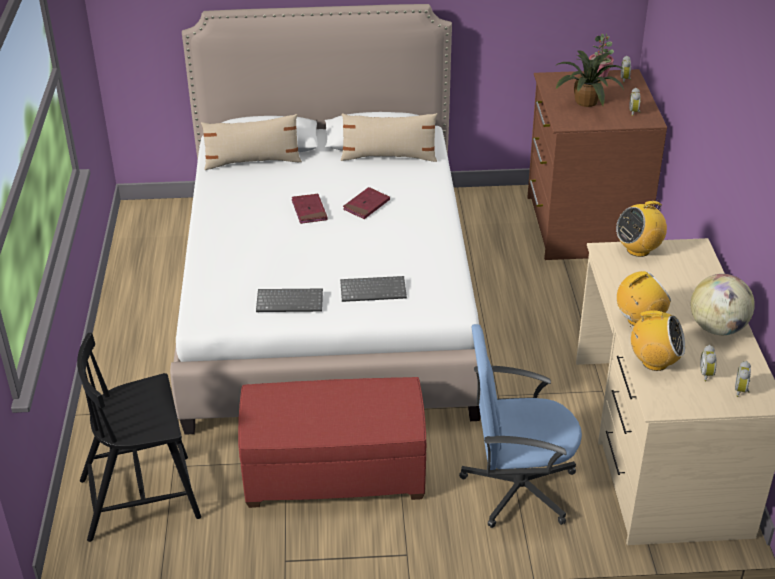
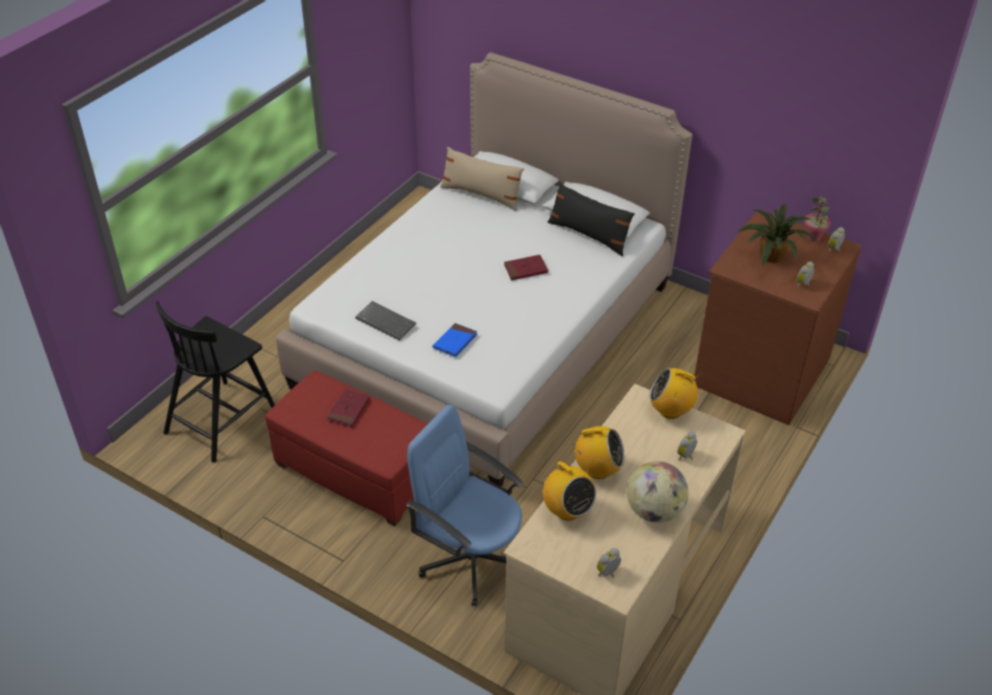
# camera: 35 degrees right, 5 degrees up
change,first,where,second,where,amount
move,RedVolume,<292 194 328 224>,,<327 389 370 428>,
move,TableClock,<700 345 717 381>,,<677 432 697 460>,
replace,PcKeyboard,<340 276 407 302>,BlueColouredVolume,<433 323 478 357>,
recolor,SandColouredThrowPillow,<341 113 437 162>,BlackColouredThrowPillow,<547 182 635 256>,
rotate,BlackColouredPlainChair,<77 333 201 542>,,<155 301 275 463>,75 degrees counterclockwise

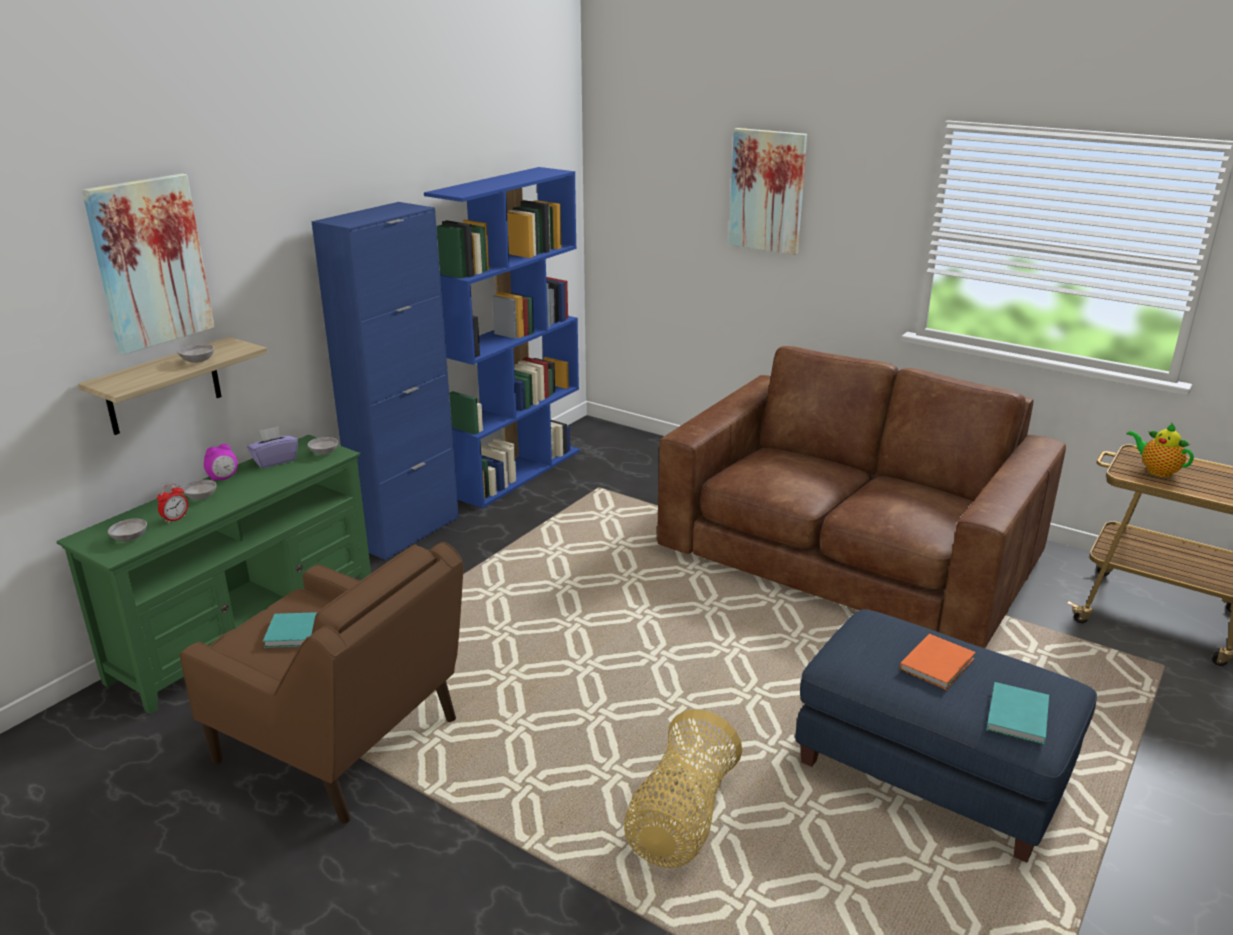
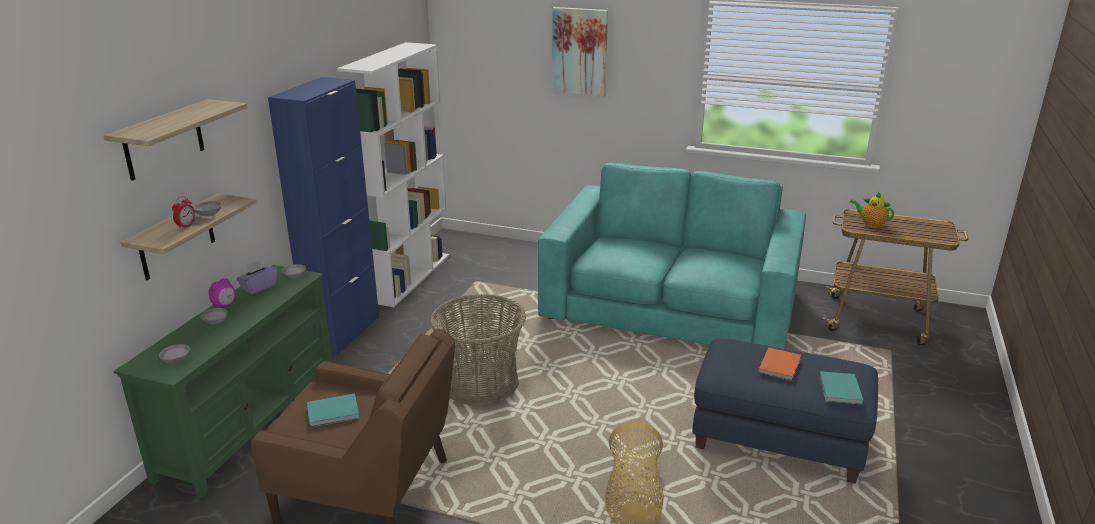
# camera: 15 degrees left, 0 degrees up
change,first,where,second,where,amount
insert,,,StorageBasket,<430 294 526 406>,
move,TableClock,<157 483 188 524>,,<172 196 195 229>,
replace,WallPicture,<82 174 215 354>,WallShelf,<104 99 248 181>,
recolor,BlueColouredShelvingUnit,<424 167 580 508>,WhiteShelvingUnit,<337 42 449 307>,
recolor,BrownSofa,<657 346 1066 648>,BlueGreenSofa,<538 163 806 349>,

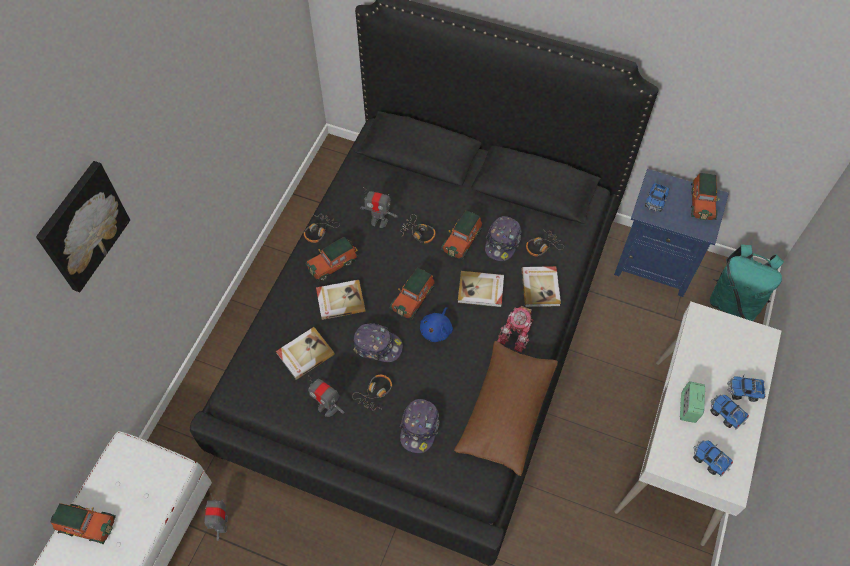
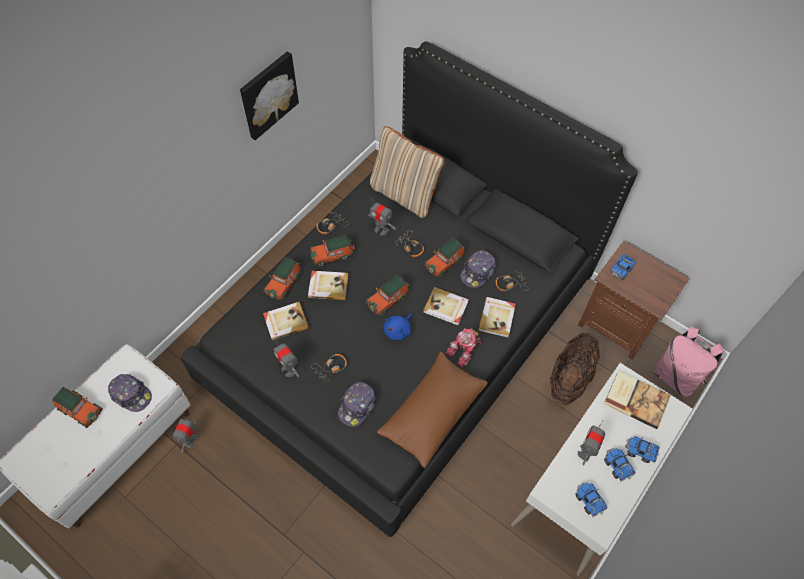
# camera: 15 degrees right, 0 degrees up
change,first,where,second,where,amount
insert,,,SandColouredThrowPillow,<370 126 445 218>,
insert,,,StorageBasket,<550 332 600 405>,
insert,,,Volume,<604 371 671 429>,
move,WallPicture,<36 161 130 292>,,<240 51 299 140>,
move,Cap,<353 323 403 362>,,<108 374 152 412>,
move,ToyCar,<691 173 720 220>,,<263 257 301 301>,
replace,TableClock,<680 381 705 423>,ModelRobot,<578 420 605 466>,
recolor,BlueColouredNightTable,<614 169 729 297>,BrownNightTable,<578 241 689 360>,
recolor,BlueGreenRucksack,<710 244 784 321>,PinkColouredRucksack,<654 327 725 397>,

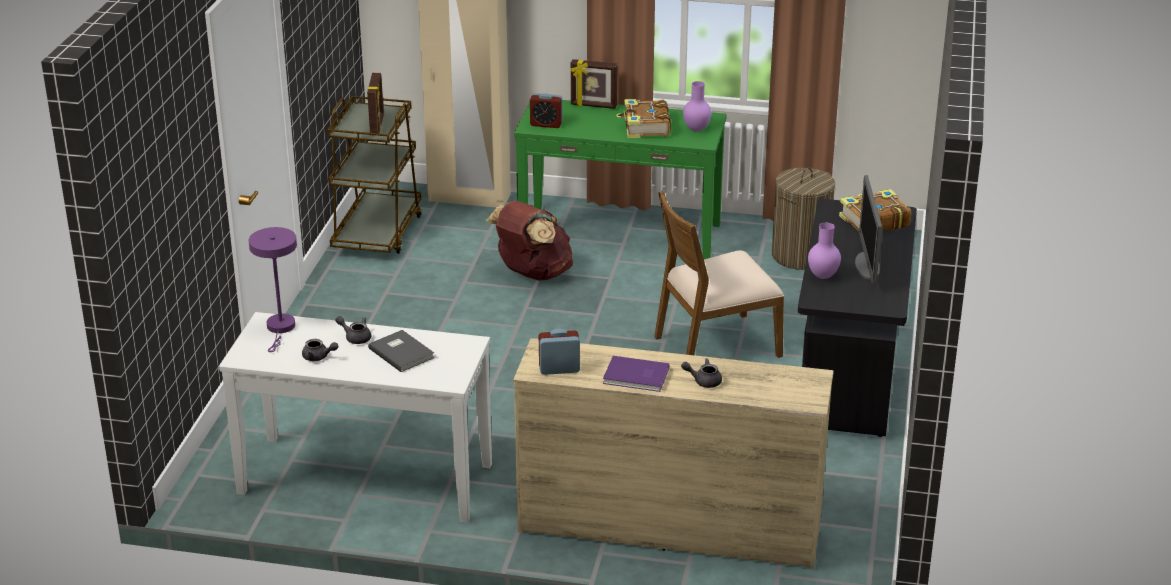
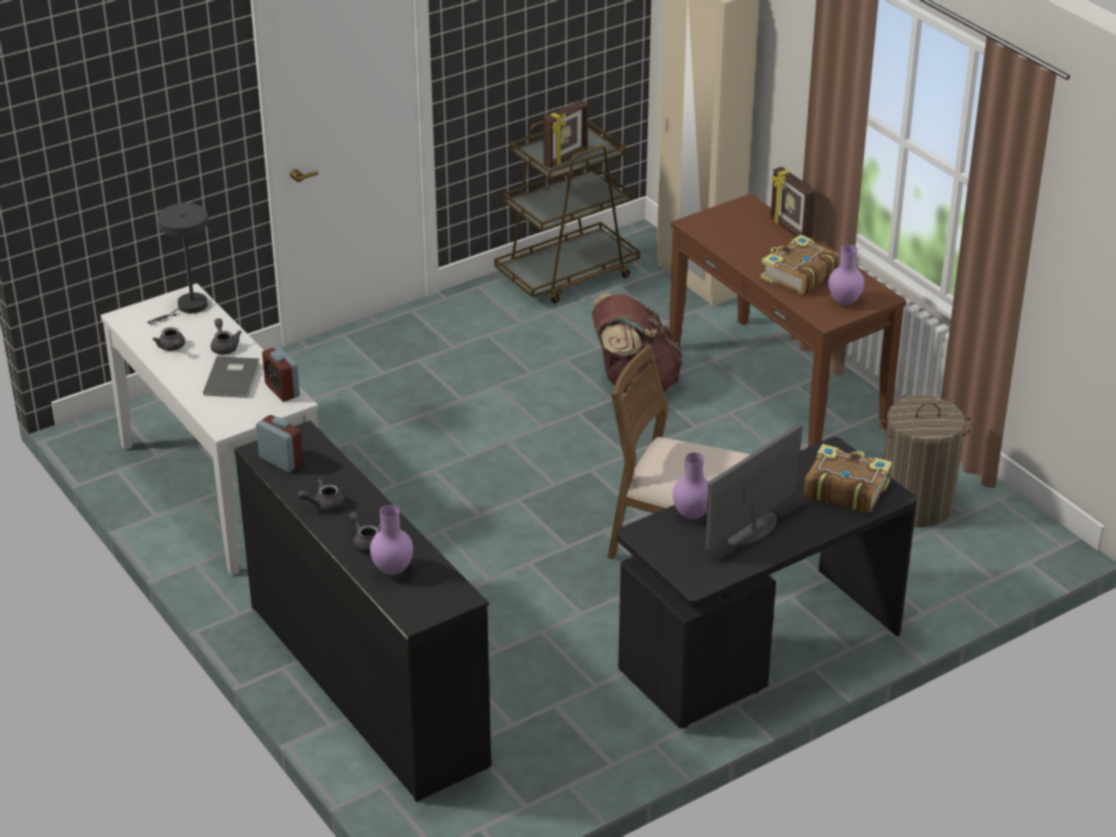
# camera: 45 degrees right, 5 degrees up
change,first,where,second,where,amount
insert,,,PurpleVase,<370 505 413 575>,
move,TableClock,<530 93 563 128>,,<262 346 300 402>,
replace,PurpleVolume,<603 356 669 392>,GreyPotForTea,<298 479 345 512>,
recolor,PurpleTabletopLamp,<249 227 297 352>,GreyTabletopLamp,<147 203 208 324>,
recolor,SandColouredDresser,<513 338 834 569>,BlackColouredDresser,<234 421 491 802>,
recolor,GreenishHallTable,<514 100 727 259>,BrownHallTable,<669 194 906 447>,

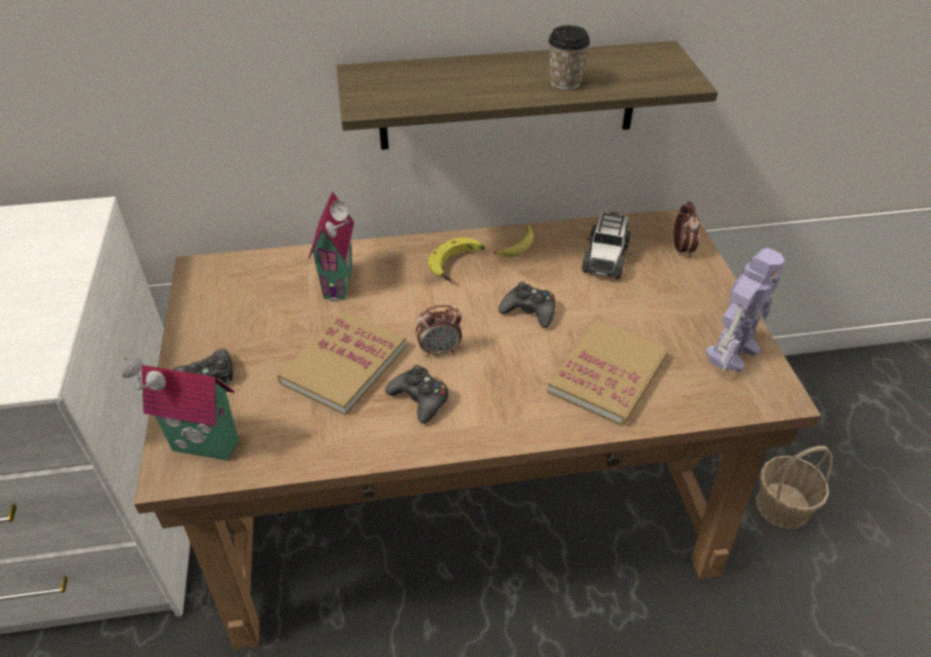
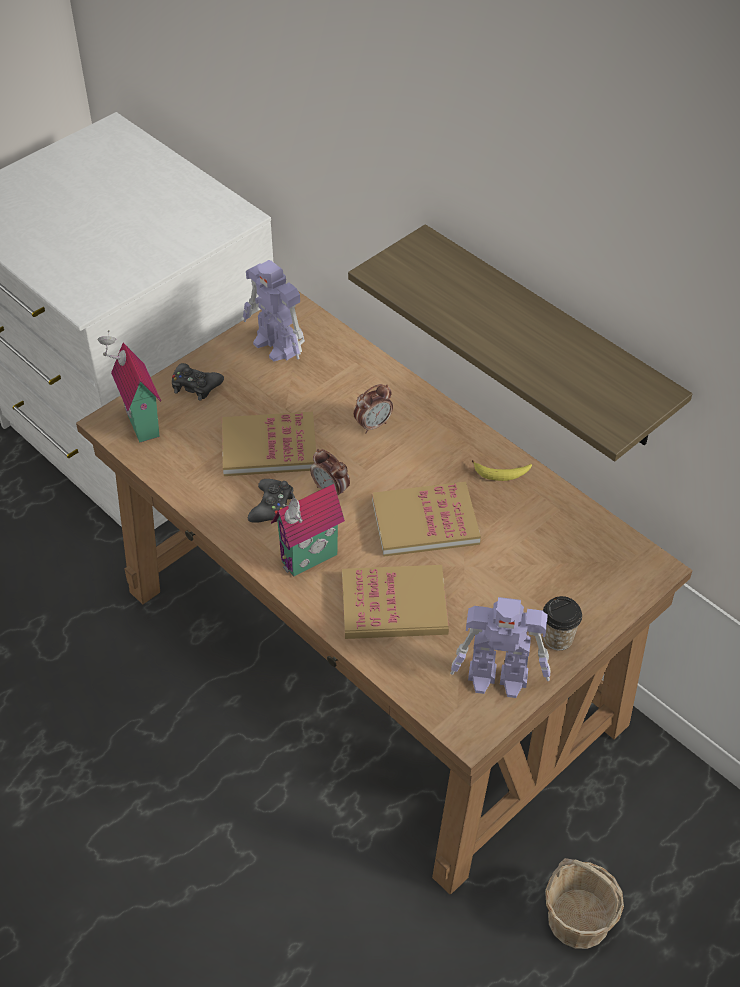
# camera: 55 degrees right, 5 degrees up
change,first,where,second,where,amount
delete,Banana,<428 238 484 281>,,,
delete,ToyCar,<582 212 631 279>,,,
insert,,,ModelRobot,<243 260 305 361>,
move,ToyHouse,<308 192 354 301>,,<271 484 345 577>,
move,Cup,<548 25 590 90>,,<543 596 582 650>,
move,TableClock,<674 201 701 257>,,<353 384 393 434>,
replace,BlackColouredJoypad,<499 282 556 328>,Volume,<372 482 481 557>,

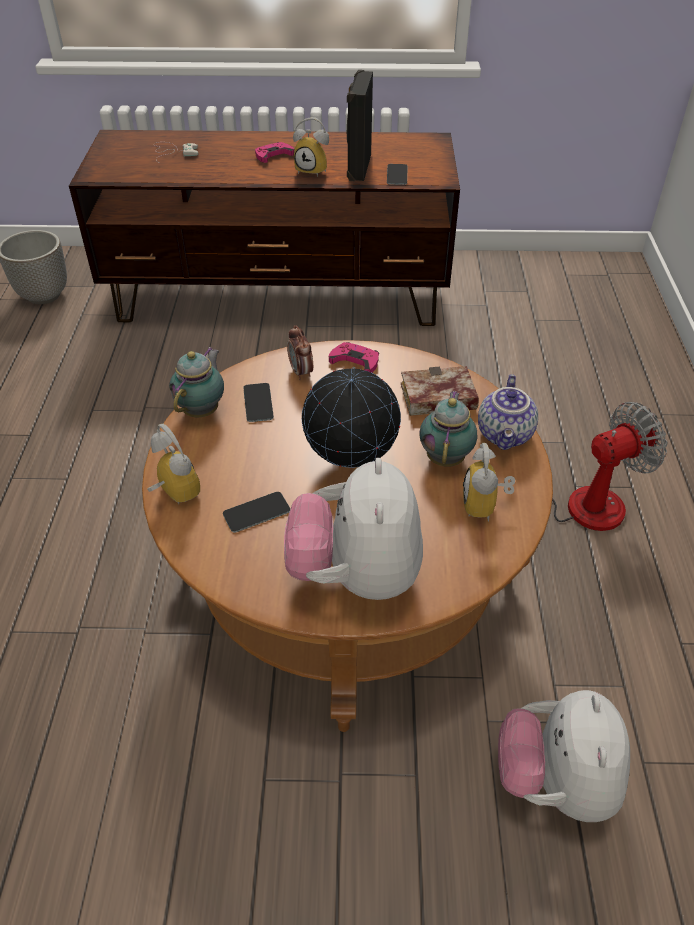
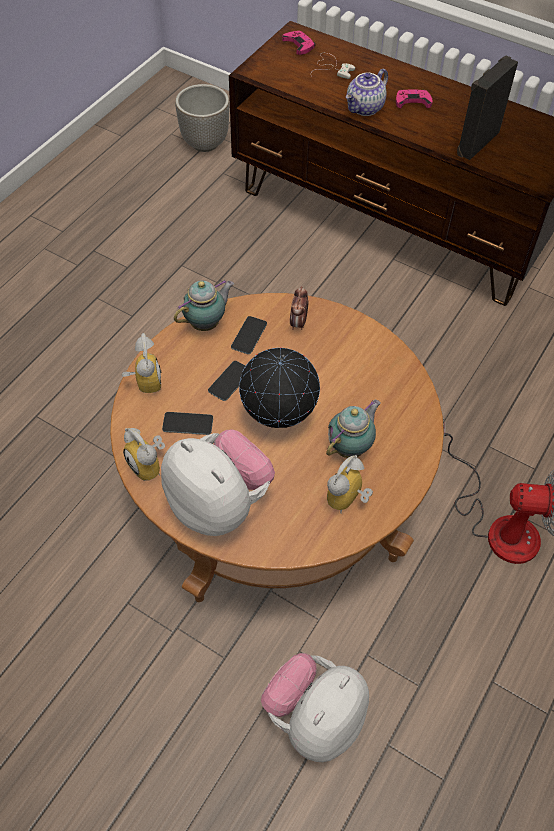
# camera: 30 degrees right, 10 degrees up
change,first,where,second,where,amount
delete,Volume,<401 366 479 416>,,,
move,TableClock,<293 117 329 177>,,<123 428 165 481>,
move,PinkColouredJoypad,<329 342 379 373>,,<282 31 315 55>,
move,Handset,<387 164 408 185>,,<208 361 245 401>,
move,PotForTea,<478 374 538 450>,,<346 68 388 116>,
rotate,PlushToy,<284 458 423 600>,,<161 429 275 536>,105 degrees clockwise

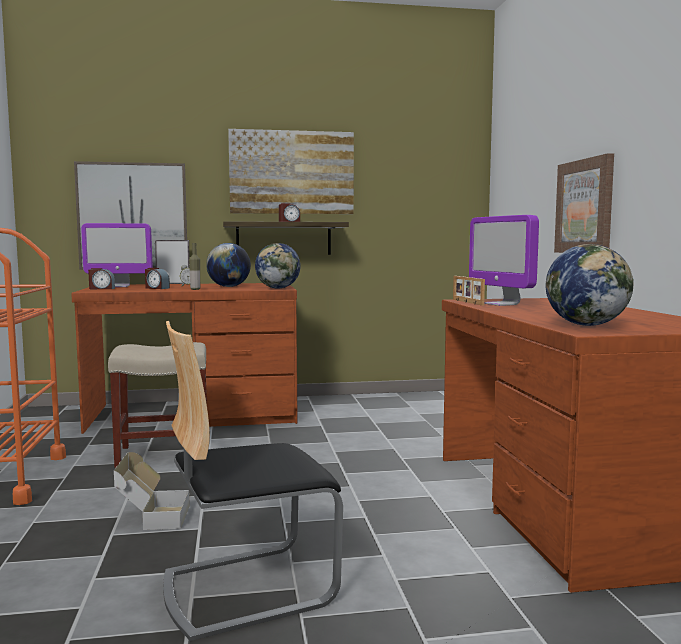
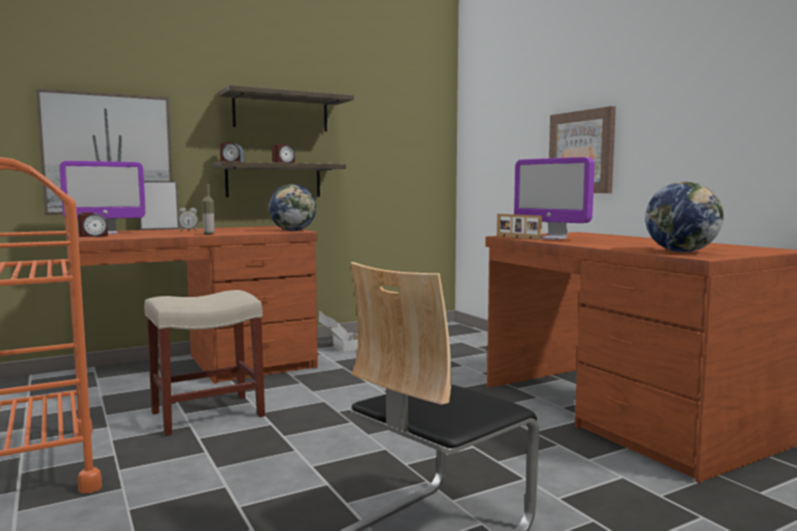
# camera: 20 degrees left, 0 degrees up
change,first,where,second,where,amount
delete,WorldGlobe,<206 243 251 287>,,,
move,CardboardBox,<114 452 190 530>,,<319 311 358 352>,
move,TableClock,<145 268 170 289>,,<220 142 244 162>,
replace,WallPicture,<228 129 354 214>,WallShelf,<219 85 354 132>,

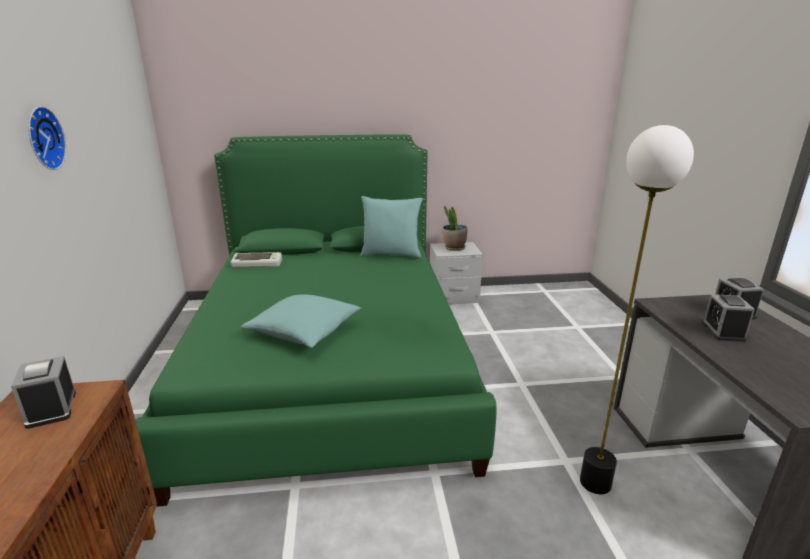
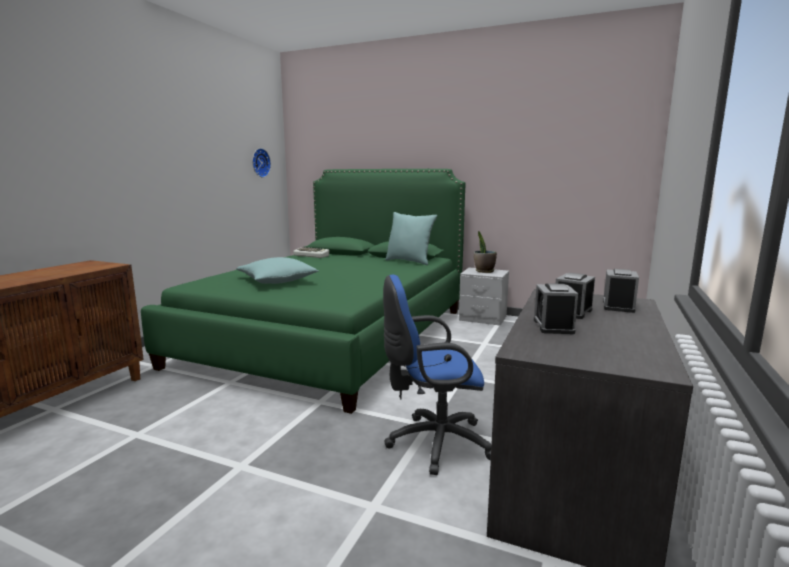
# camera: 30 degrees right, 10 degrees down
change,first,where,second,where,amount
move,TableClock,<11 356 76 429>,,<534 283 578 334>,
move,WallClock,<28 106 66 170>,,<252 148 271 177>,
replace,StandardLamp,<580 125 694 494>,BlueColouredOfficeChair,<383 275 491 475>,

